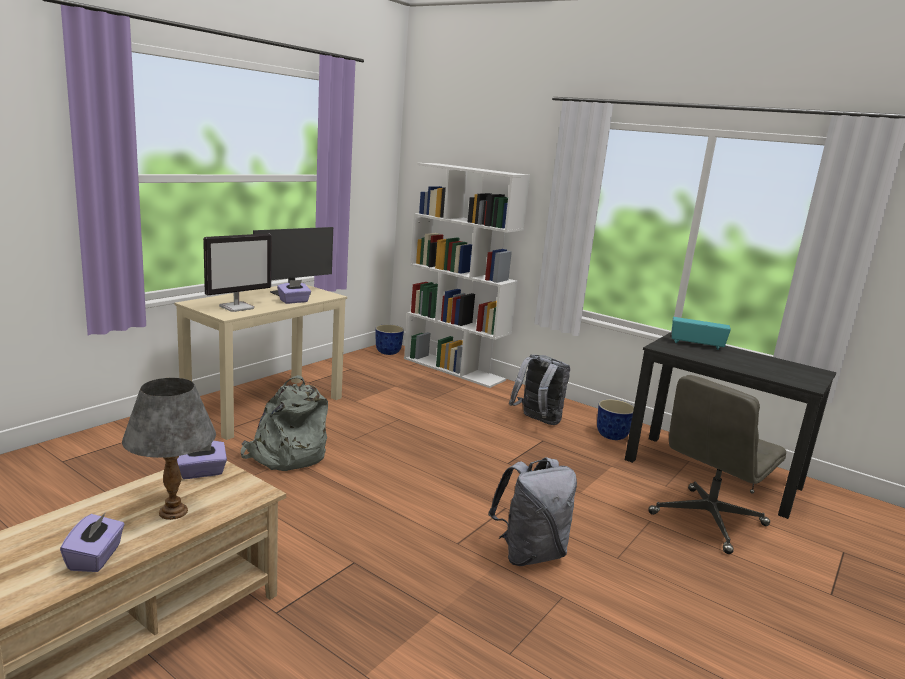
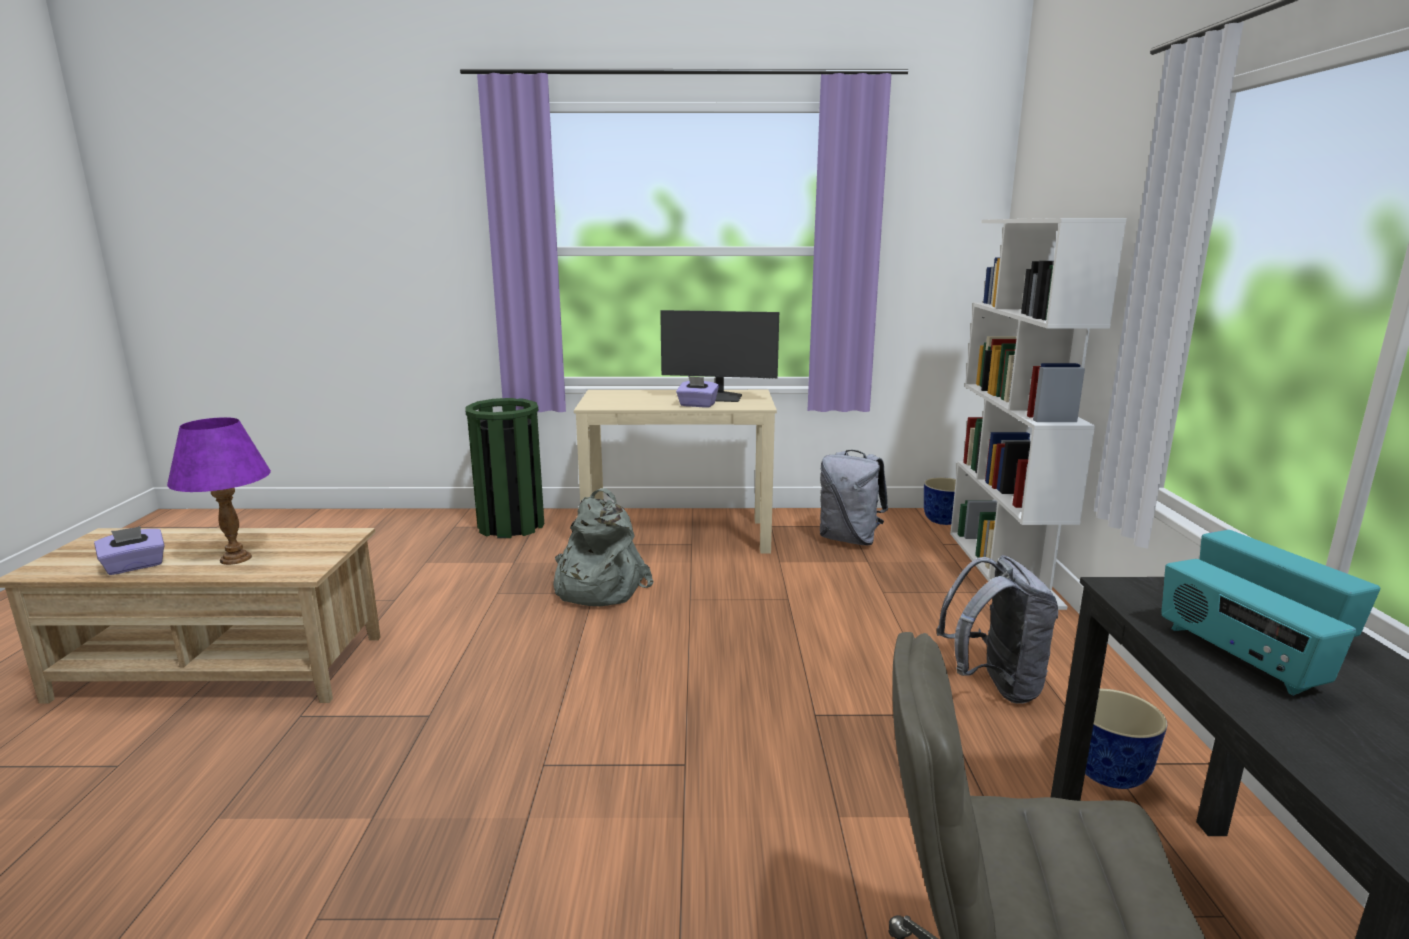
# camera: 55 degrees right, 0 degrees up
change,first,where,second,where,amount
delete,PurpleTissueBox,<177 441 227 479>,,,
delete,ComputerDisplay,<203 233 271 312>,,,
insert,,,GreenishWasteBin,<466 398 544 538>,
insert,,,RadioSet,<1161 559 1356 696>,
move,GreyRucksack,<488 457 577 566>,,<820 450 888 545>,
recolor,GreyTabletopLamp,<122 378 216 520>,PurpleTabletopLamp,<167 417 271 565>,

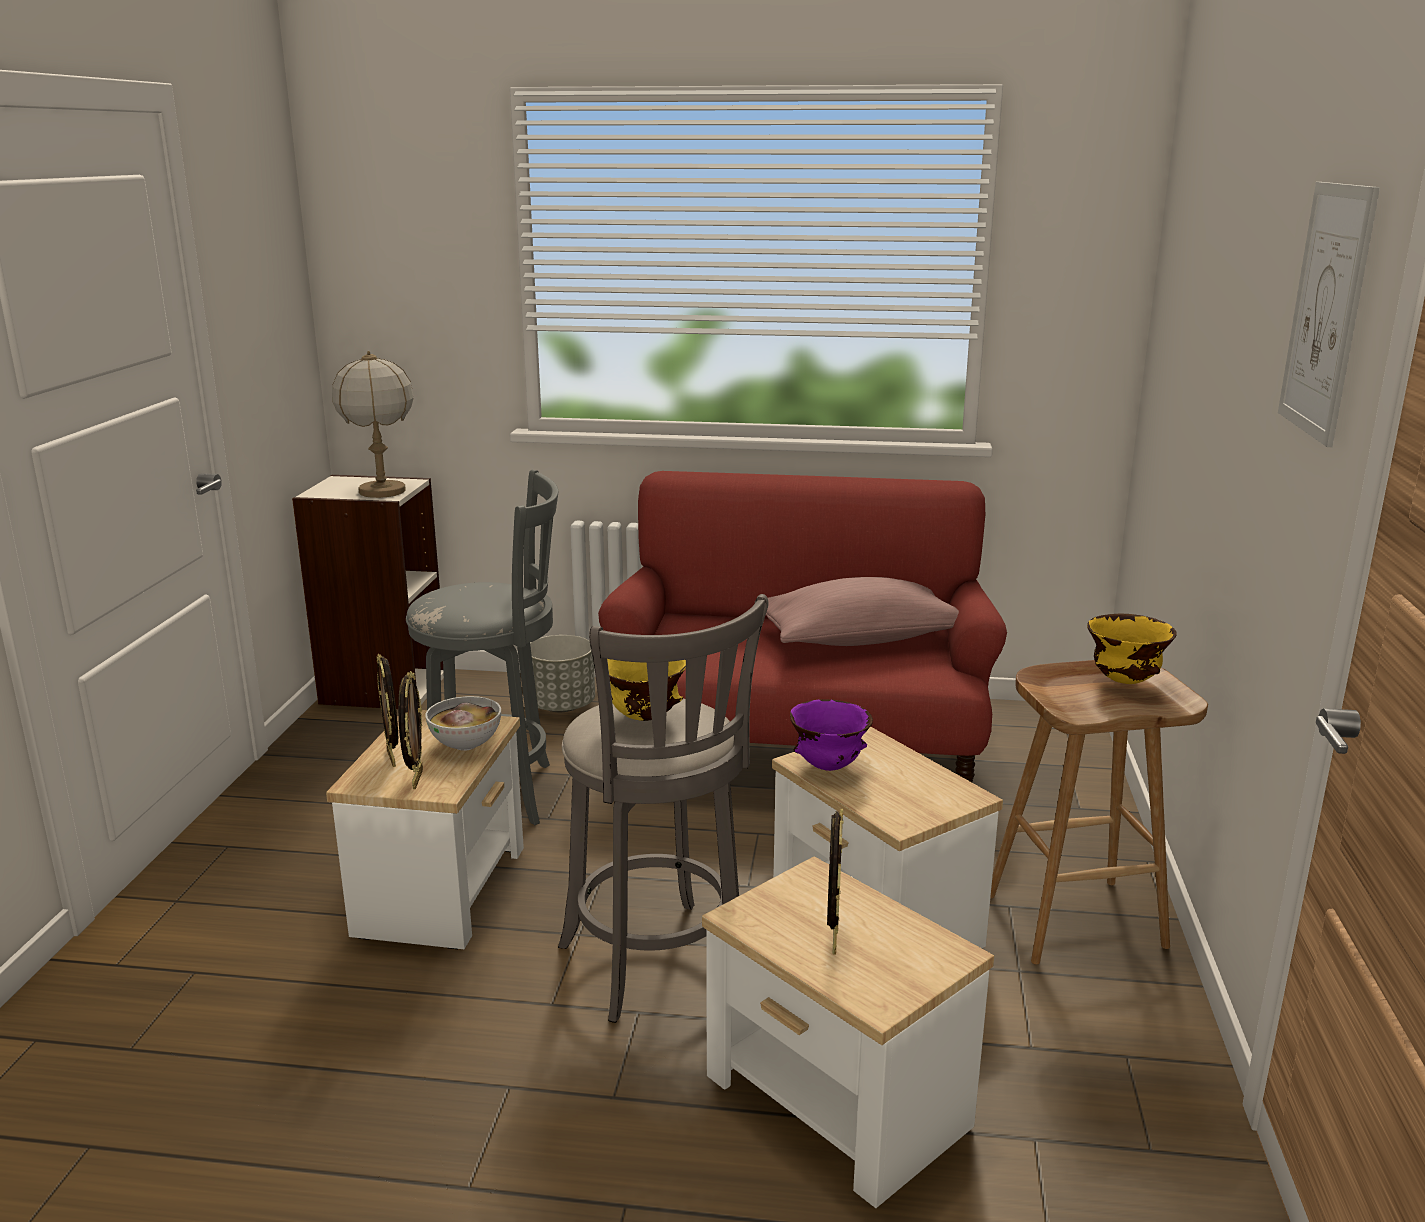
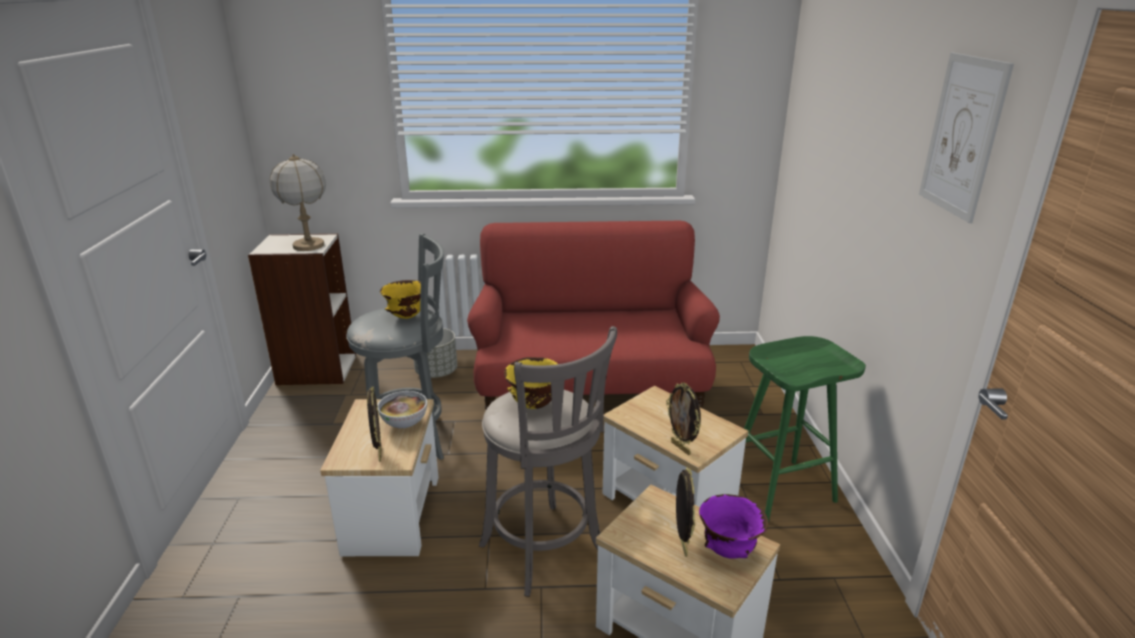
# camera: 10 degrees left, 5 degrees up
change,first,where,second,where,amount
delete,PinkColouredThrowPillow,<766 577 959 646>,,,
move,PhotoFrame,<377 654 398 767>,,<666 382 701 455>,
move,PurpleBowl,<790 699 873 771>,,<699 494 768 559>,
move,YellowColouredBowl,<1087 614 1177 684>,,<380 280 421 319>,
recolor,BrownStool,<990 660 1208 964>,GreenishStool,<744 336 866 522>,

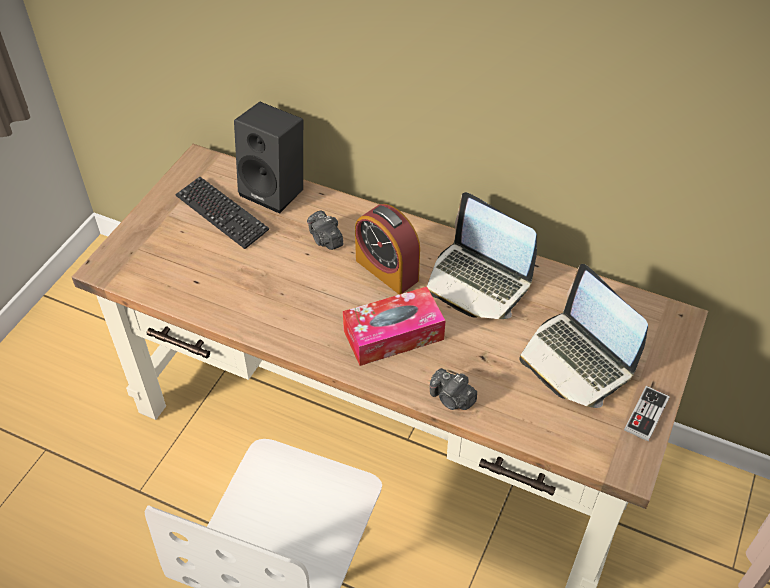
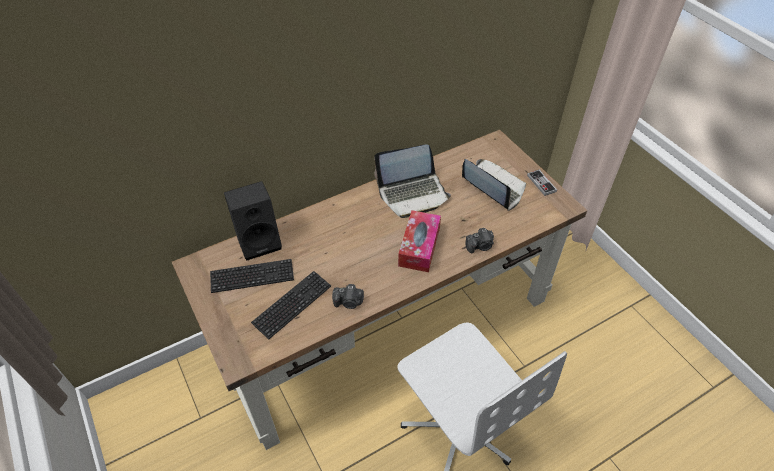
# camera: 55 degrees left, 0 degrees up
change,first,where,second,where,amount
delete,TableClock,<355 204 420 294>,,,
insert,,,PcKeyboard,<251 271 331 340>,
move,PhotoCamera,<307 210 343 250>,,<332 284 364 309>,
rotate,NotebookComputer,<519 264 648 408>,,<462 159 526 211>,135 degrees counterclockwise

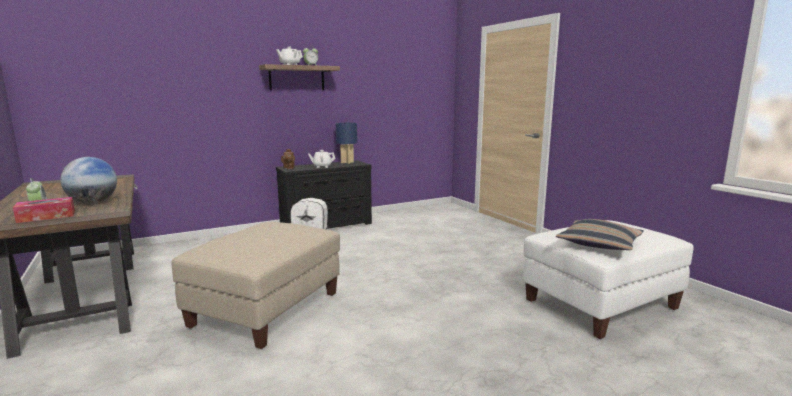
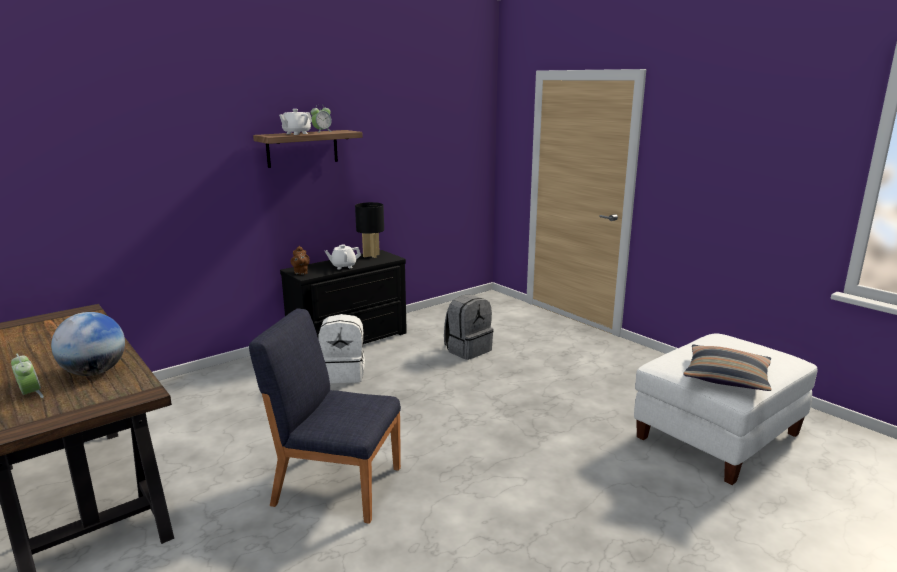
# camera: 10 degrees left, 5 degrees up
change,first,where,second,where,amount
delete,TissueBox,<13 197 75 223>,,,
insert,,,GreyRucksack,<444 294 494 360>,
replace,SandColouredPouffe,<172 222 340 349>,BlueColouredPlainChair,<249 308 401 524>,
recolor,BlueColouredTabletopLamp,<336 123 357 164>,BlackColouredTabletopLamp,<355 202 384 258>,

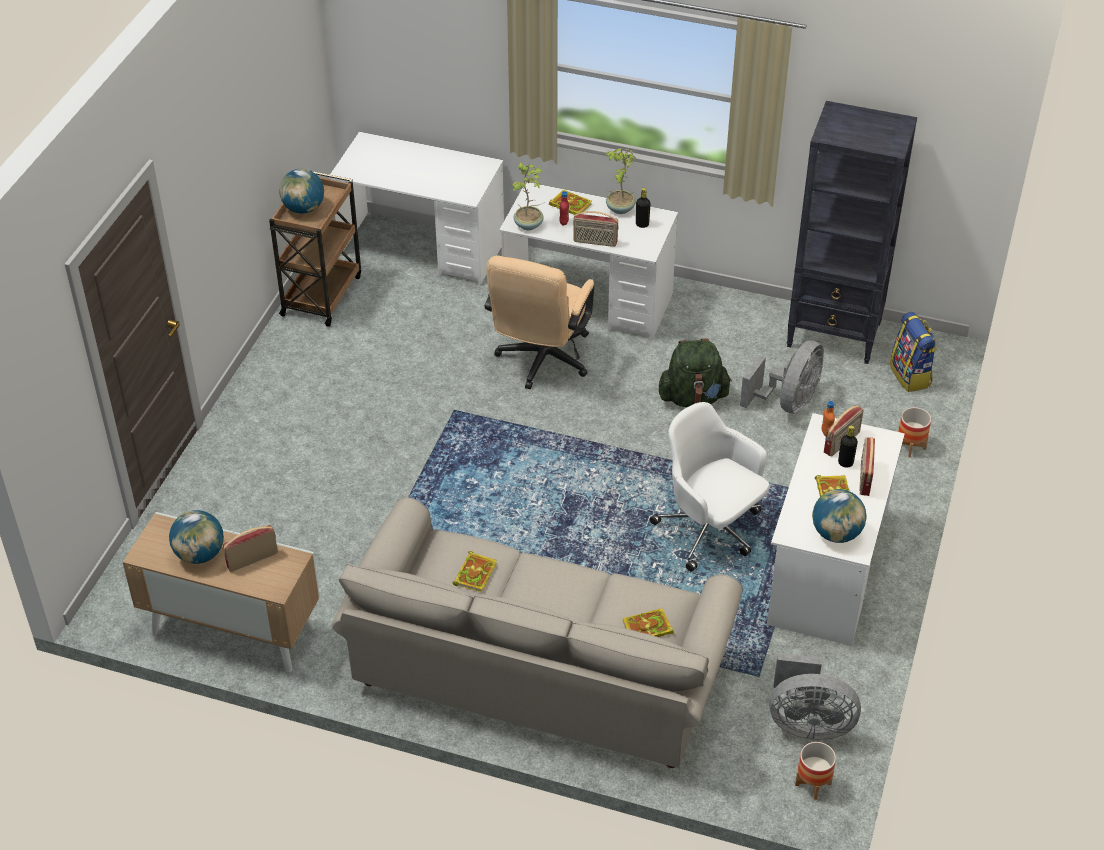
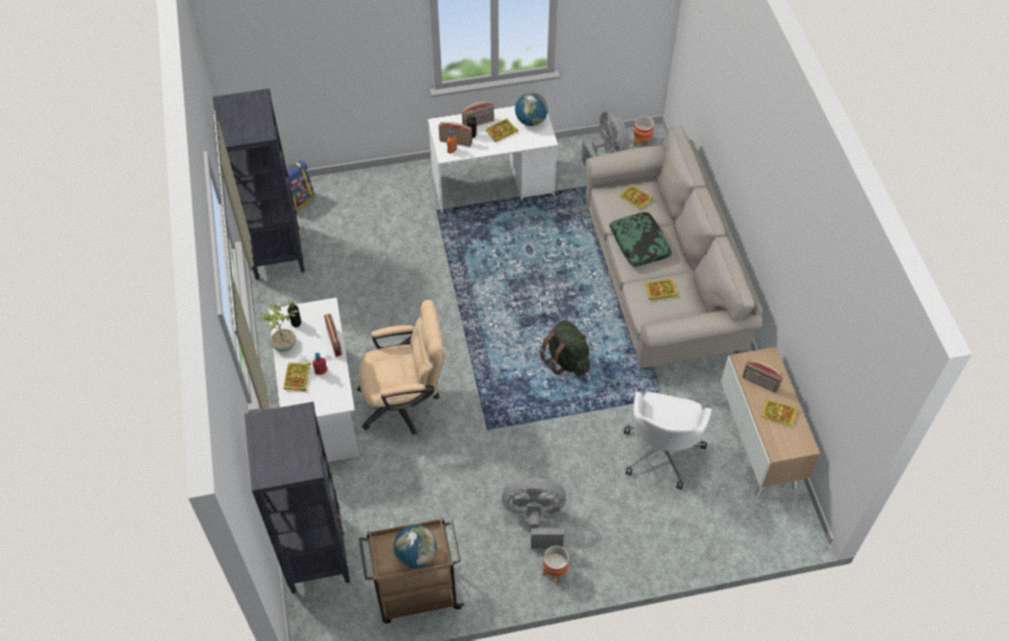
# camera: 120 degrees left, 10 degrees up
change,first,where,second,where,amount
delete,Houseplant,<511 162 545 230>,,,
insert,,,ThrowPillow,<609 212 672 267>,
move,WhiteOfficeChair,<650 402 770 572>,,<624 392 712 489>,
move,GreenishRucksack,<659 338 732 407>,,<540 320 590 376>,
move,GreyFan,<740 340 824 414>,,<502 478 566 549>,
move,PlantPot,<898 407 931 458>,,<543 546 569 584>,
replace,WorldGlobe,<169 510 224 564>,Volume,<761 398 797 427>,
replace,WhiteDeskTable,<329 132 504 284>,BlackColouredShelvingUnit,<244 402 350 594>,

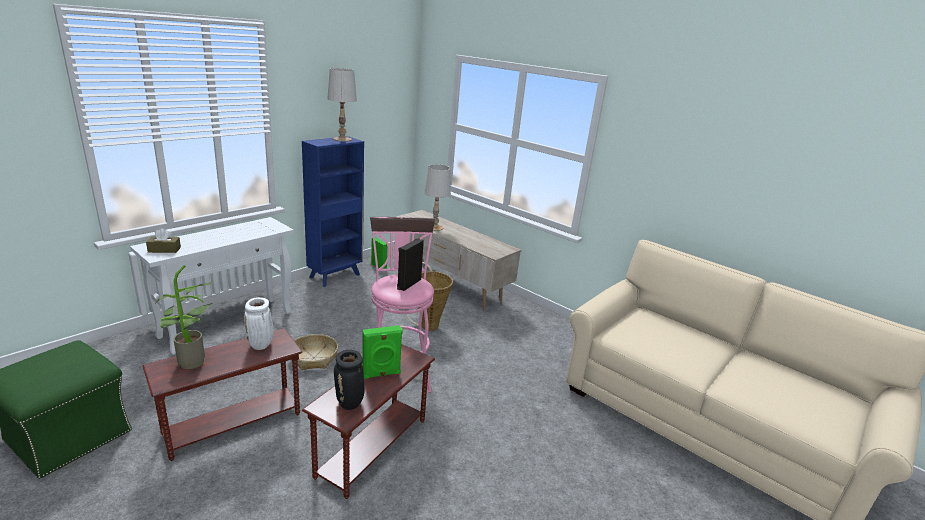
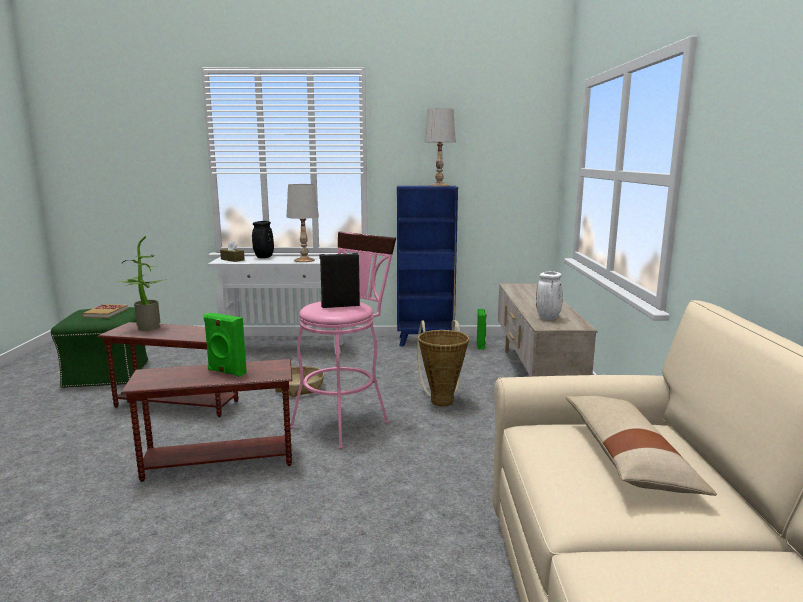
# camera: 50 degrees right, 10 degrees down
change,first,where,second,where,amount
insert,,,Volume,<82 304 128 318>,
insert,,,SandColouredThrowPillow,<565 396 717 496>,
move,WhiteVase,<244 297 274 350>,,<536 271 562 320>,
move,BlackColouredVase,<334 350 364 410>,,<252 221 274 258>,
move,WhiteTabletopLamp,<424 164 451 231>,,<287 184 319 262>,

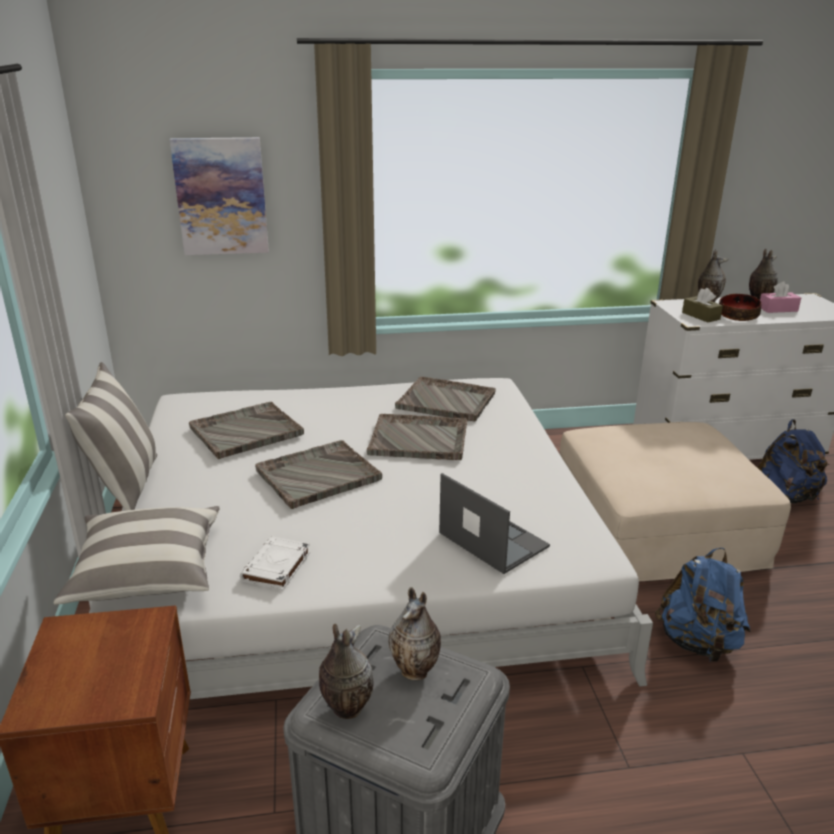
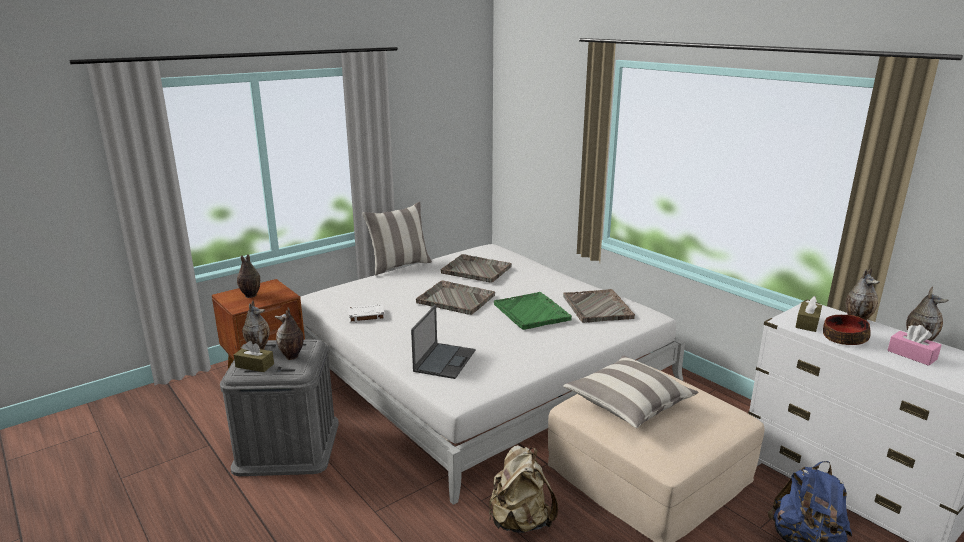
# camera: 60 degrees right, 5 degrees down
change,first,where,second,where,amount
delete,WallPicture,<170 137 269 255>,,,
insert,,,BrownTissueBox,<234 341 274 372>,
insert,,,Vase,<237 254 260 298>,
move,ThrowPillow,<53 506 220 605>,,<563 355 698 428>,
recolor,GreyCarryingTray,<367 414 468 460>,GreenishCarryingTray,<494 292 572 330>,
recolor,BlueColouredRucksack,<655 548 751 662>,SandColouredRucksack,<489 445 558 533>,

